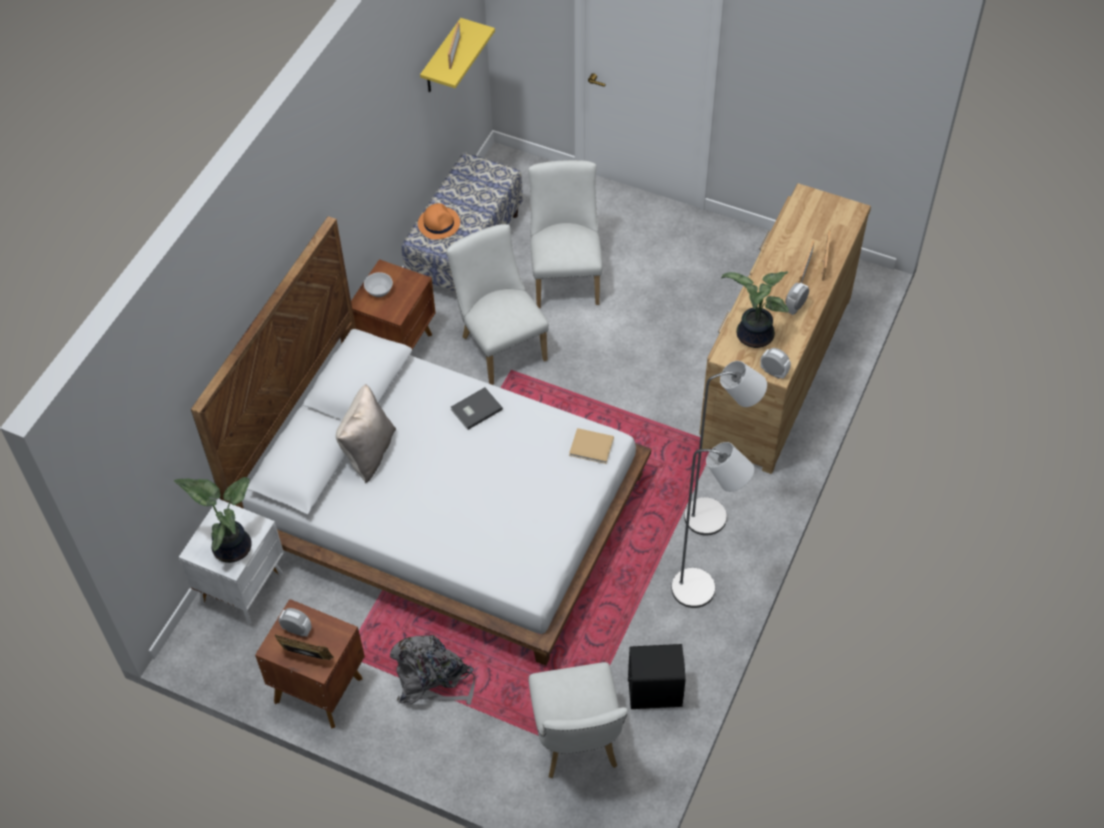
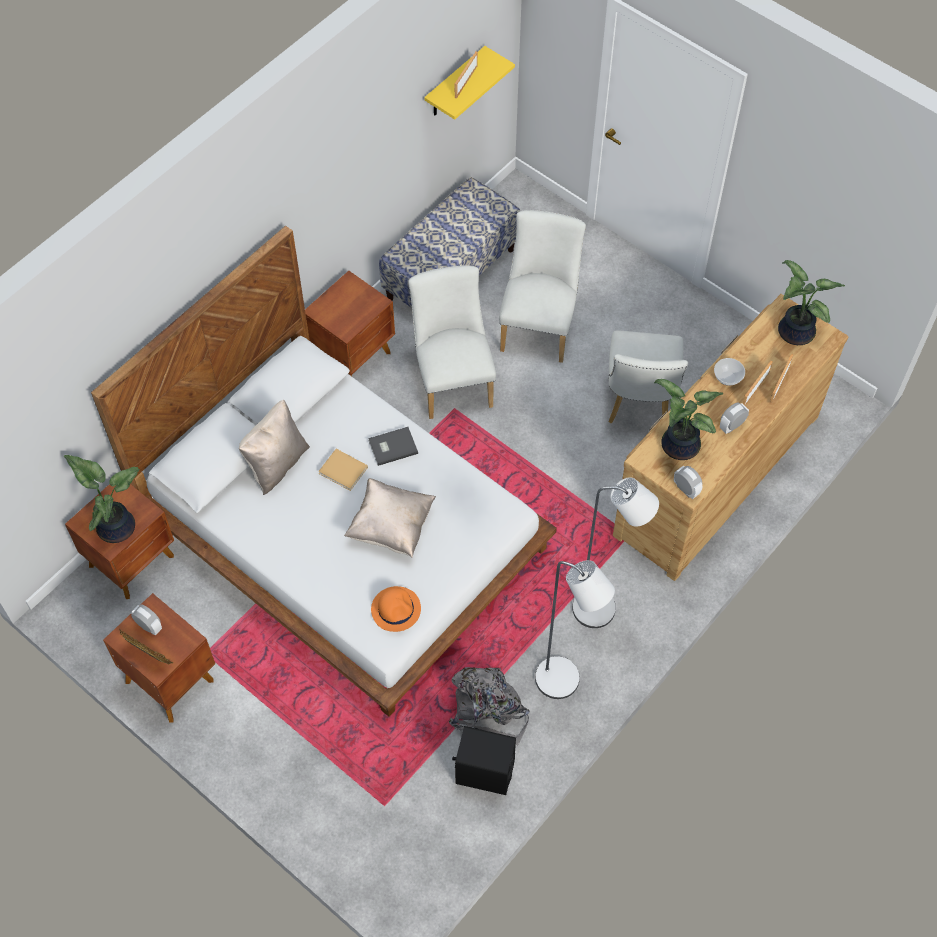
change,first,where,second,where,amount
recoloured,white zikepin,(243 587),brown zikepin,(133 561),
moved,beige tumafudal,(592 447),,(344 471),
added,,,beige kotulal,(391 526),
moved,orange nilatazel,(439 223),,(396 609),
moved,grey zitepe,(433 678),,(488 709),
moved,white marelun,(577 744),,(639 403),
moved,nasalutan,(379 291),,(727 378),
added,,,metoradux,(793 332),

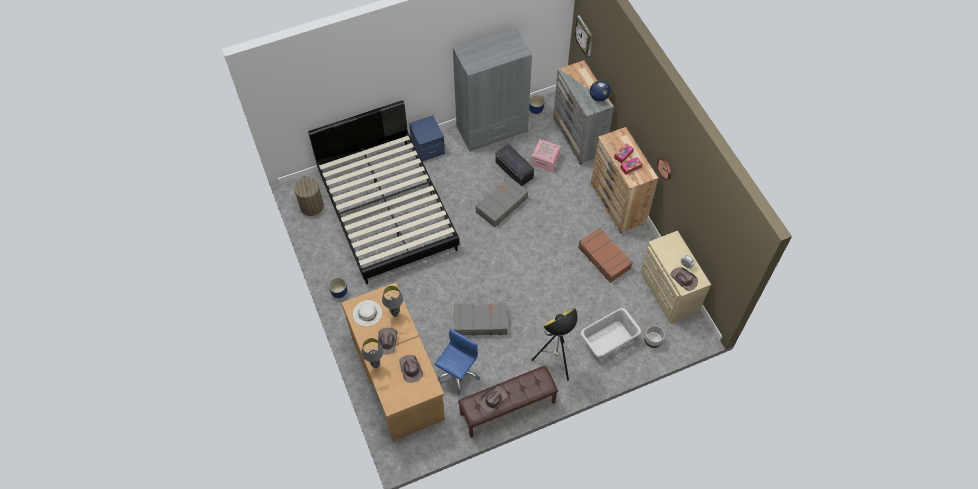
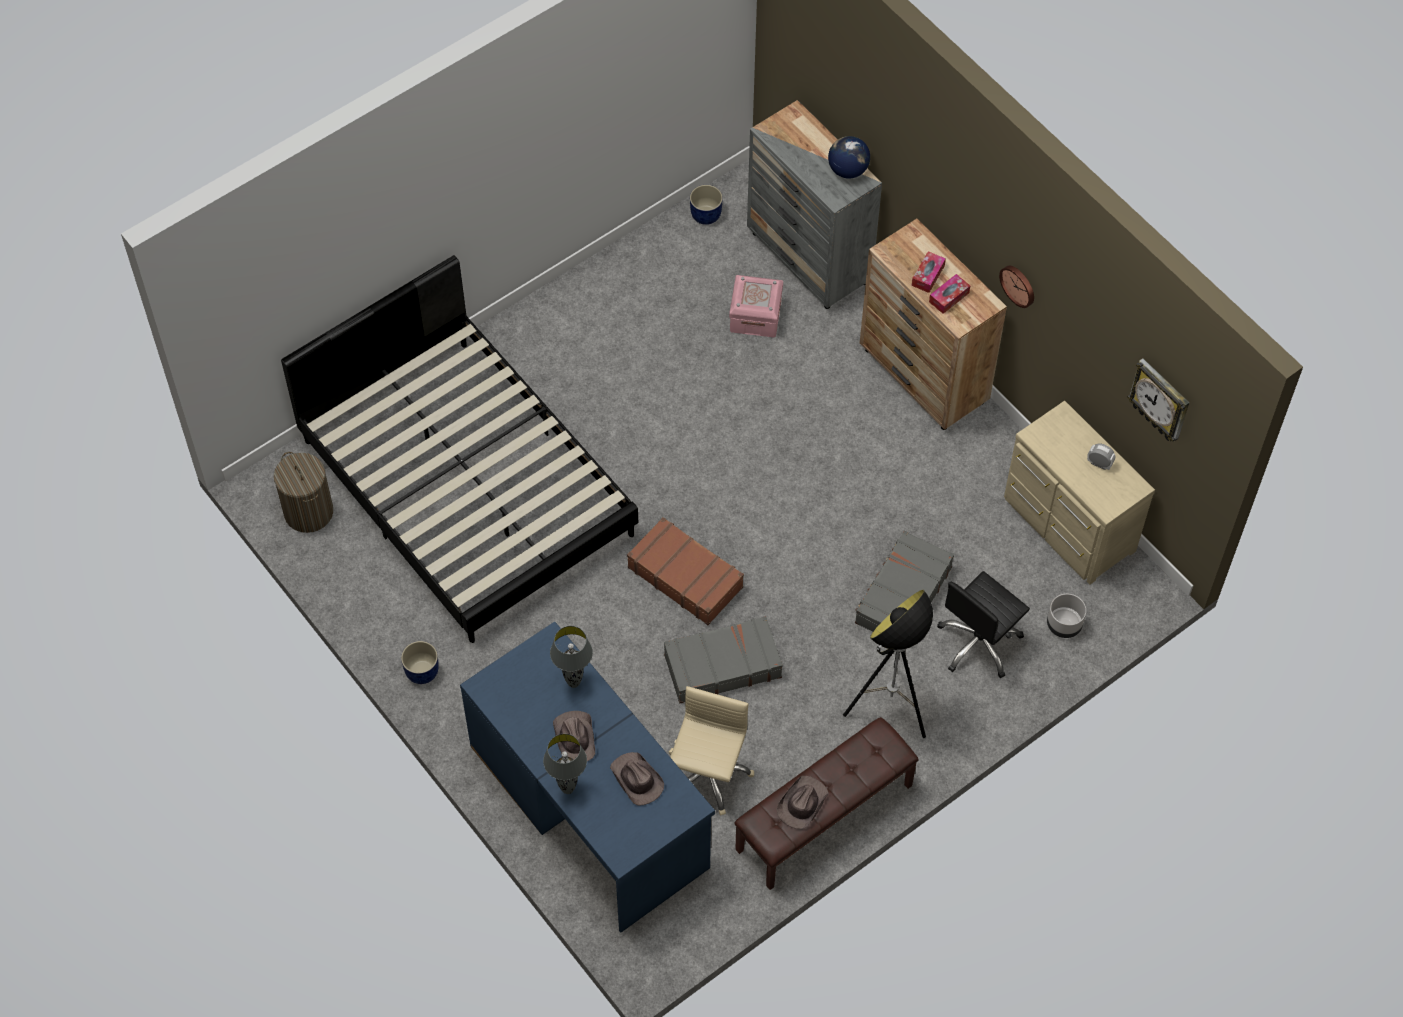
change,first,where,second,where,amount
recoloured,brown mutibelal,(397 374),blue mutibelal,(590 805),
moved,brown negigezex,(604 258),,(685 577),
recoloured,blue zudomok,(457 373),beige zudomok,(707 775),
moved,grey negigezex,(501 205),,(902 595),
replaced,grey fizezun,(608 340),black zudomok,(979 643),
moved,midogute,(584 37),,(1160 400),
removed,white nilatazel,(367 313),,,
removed,blue zikepin,(427 147),,,
removed,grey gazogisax,(492 129),,,
removed,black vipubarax,(514 170),,,
removed,brown nilatazel,(684 279),,,

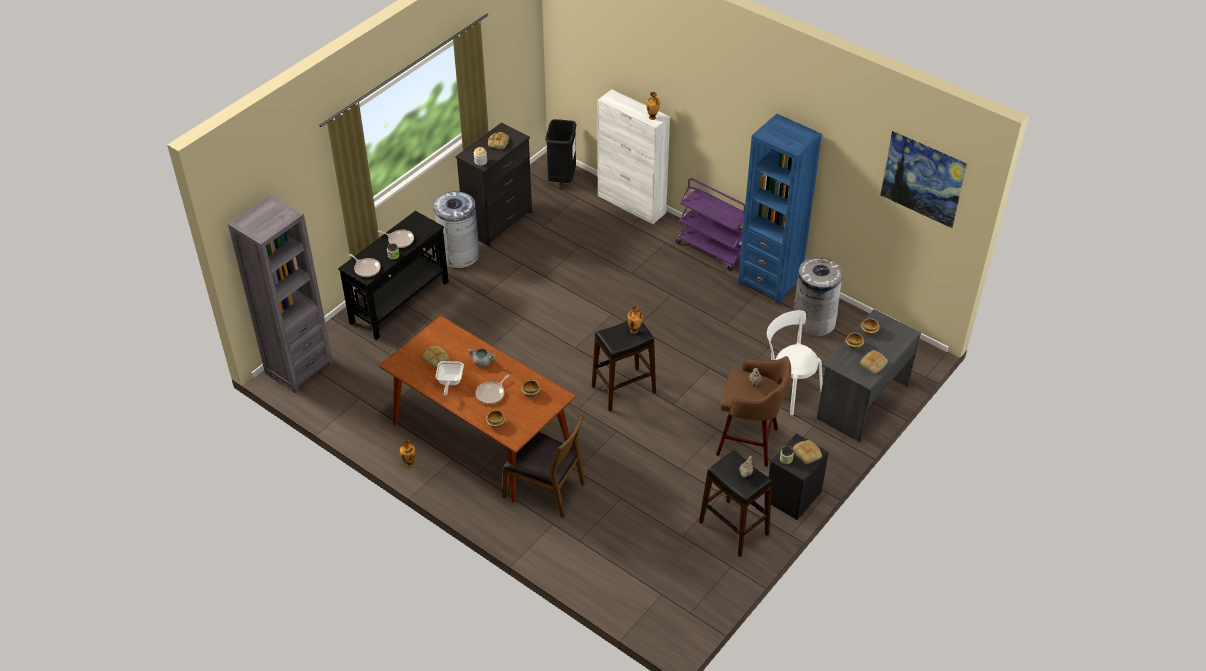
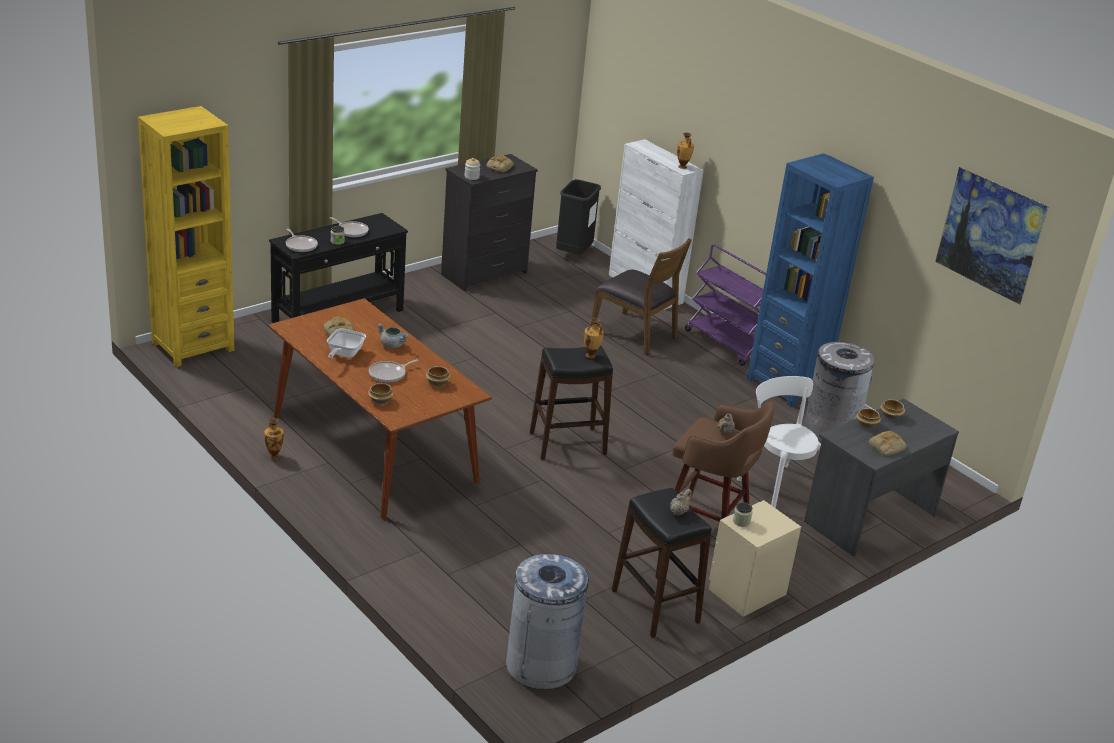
change,first,where,second,where,amount
recoloured,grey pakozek,(299 368),yellow pakozek,(193 346),
moved,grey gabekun,(459 254),,(541 665),
moved,brown marelun,(545 489),,(635 334),
recoloured,black zikepin,(793 496),beige zikepin,(747 592),
removed,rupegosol,(807 453),,,

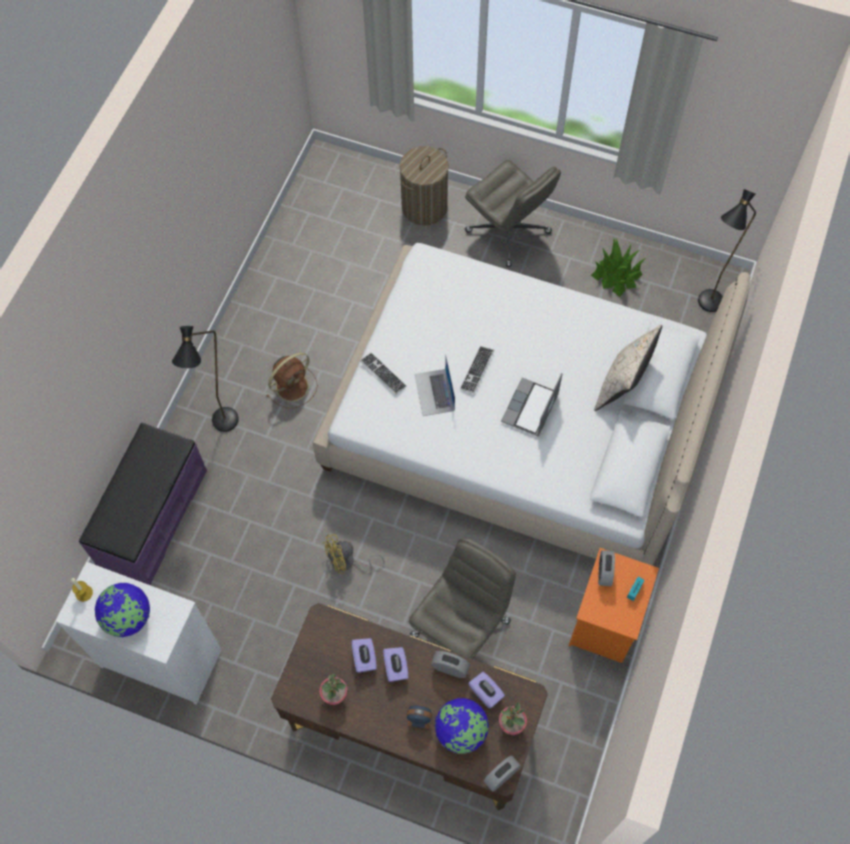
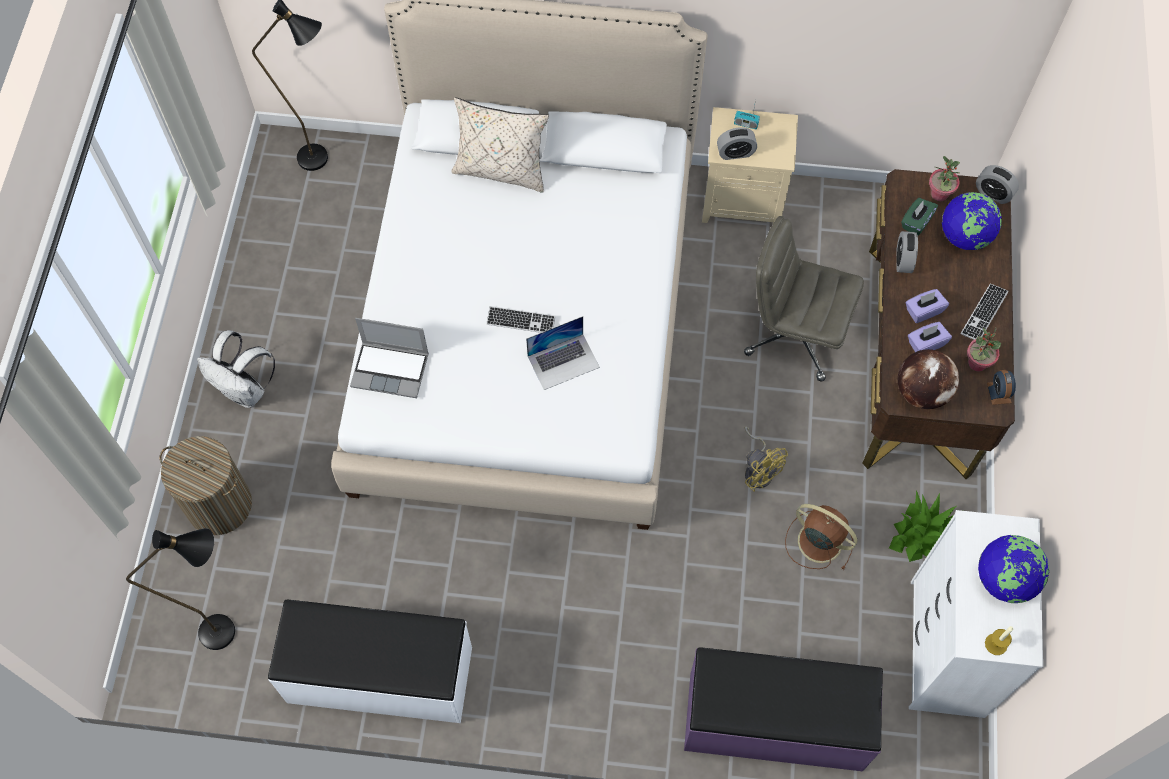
change,first,where,second,where,amount
moved,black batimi,(223 429),,(231 630),
replaced,grey zudomok,(509 232),white zitepe,(245 391),
added,,,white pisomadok,(380 676),
moved,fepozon,(530 409),,(391 369),
recoloured,orange zikepin,(605 624),beige zikepin,(743 200),
moved,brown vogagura,(293 386),,(818 540),
moved,metoradux,(616 274),,(922 535),
added,,,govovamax,(921 392),
recoloured,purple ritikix,(486 693),green ritikix,(916 222),
moved,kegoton,(383 374),,(984 313),
moved,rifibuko,(419 718),,(999 392),

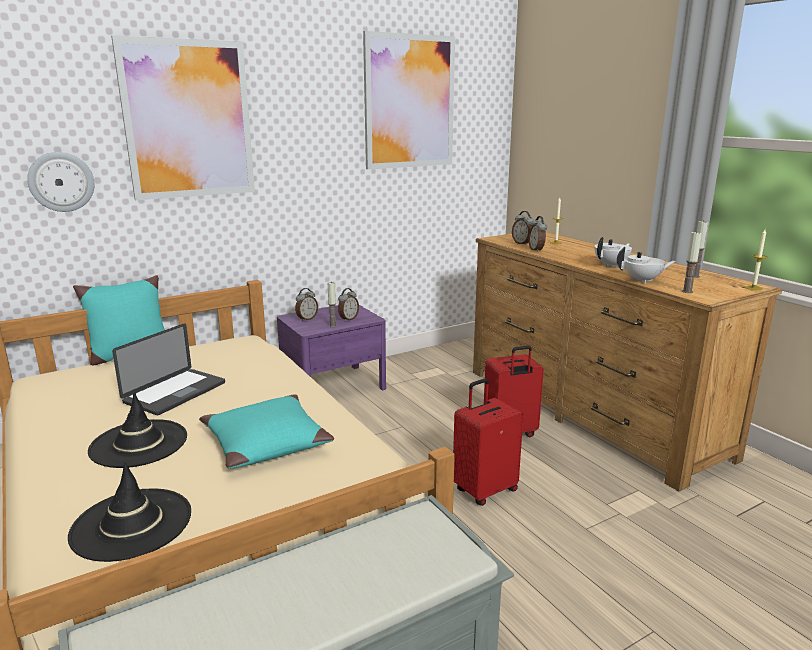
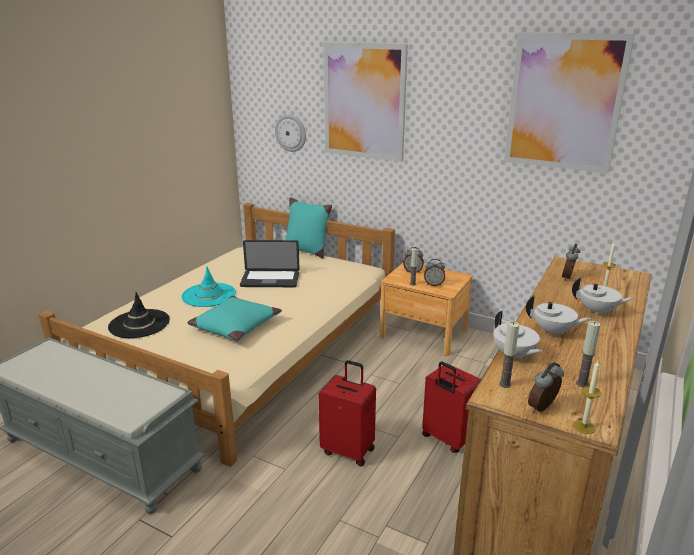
change,first,where,second,where,amount
recoloured,black nilatazel,(139 443),turquoise nilatazel,(209 295),
recoloured,purple zikepin,(333 386),brown zikepin,(423 333),
moved,rifibuko,(537 250),,(543 408),
added,,,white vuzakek,(597 311),

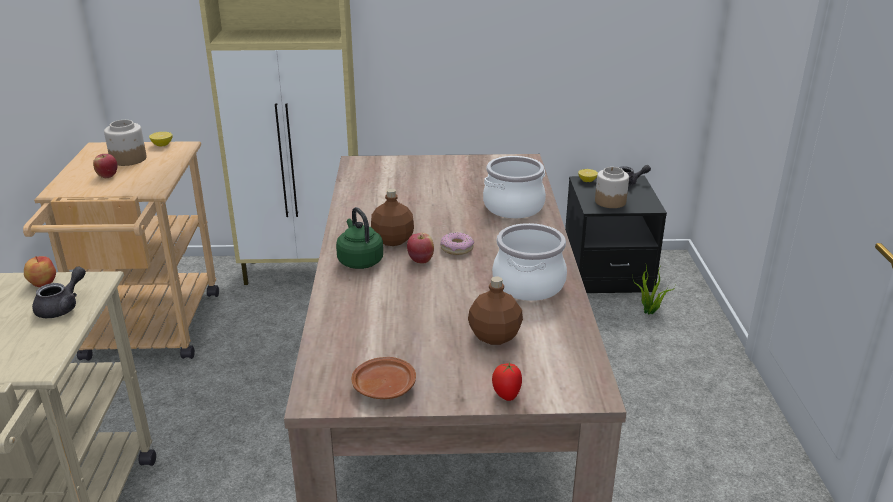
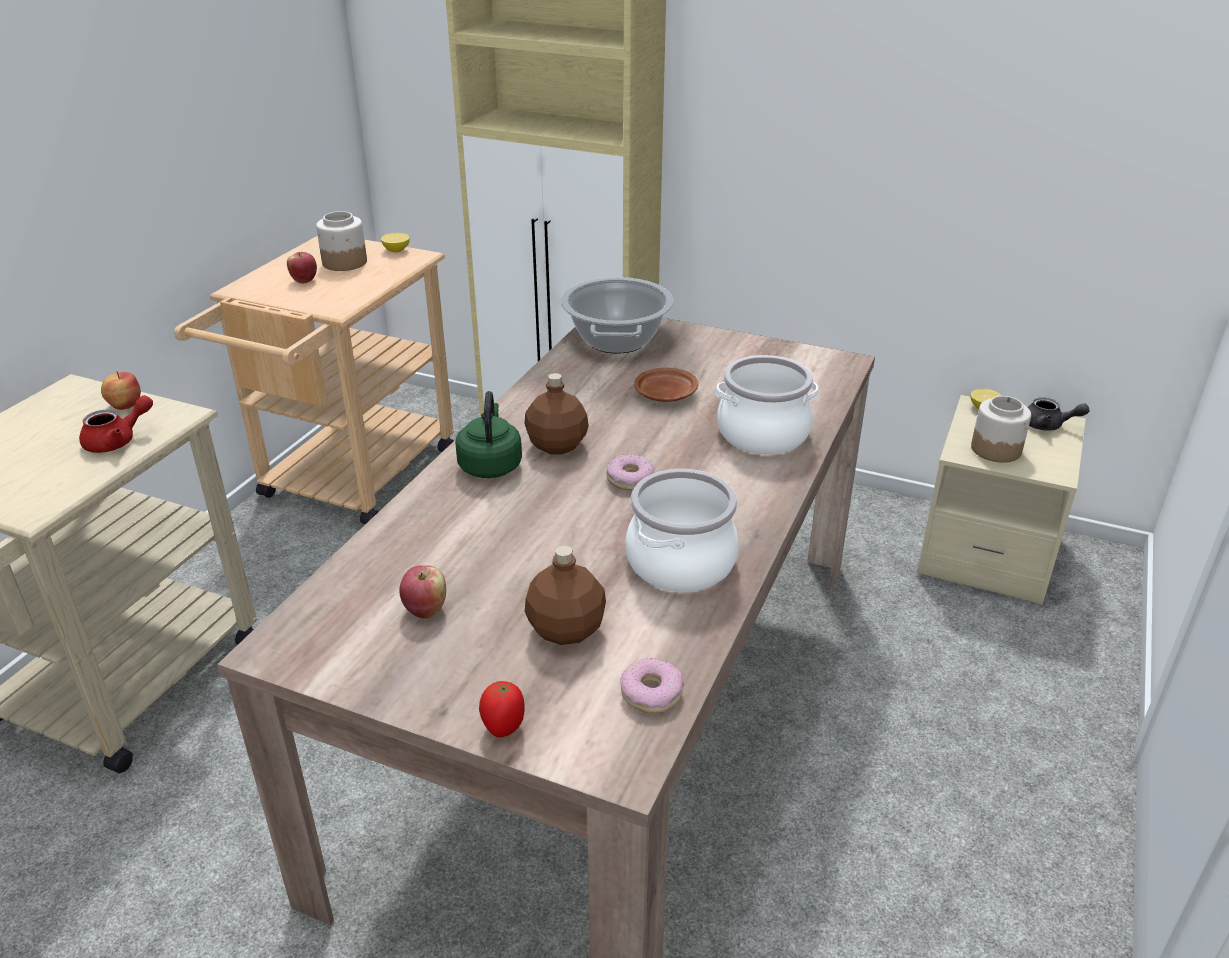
change,first,where,second,where,amount
recoloured,grey vuzakek,(62 307),red vuzakek,(118 441),
moved,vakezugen,(420 260),,(425 610),
added,,,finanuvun,(616 340),
added,,,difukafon,(651 693),
moved,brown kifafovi,(384 387),,(665 394),
recoloured,black zikepin,(607 272),beige zikepin,(986 552),
removed,metoradux,(649 312),,,

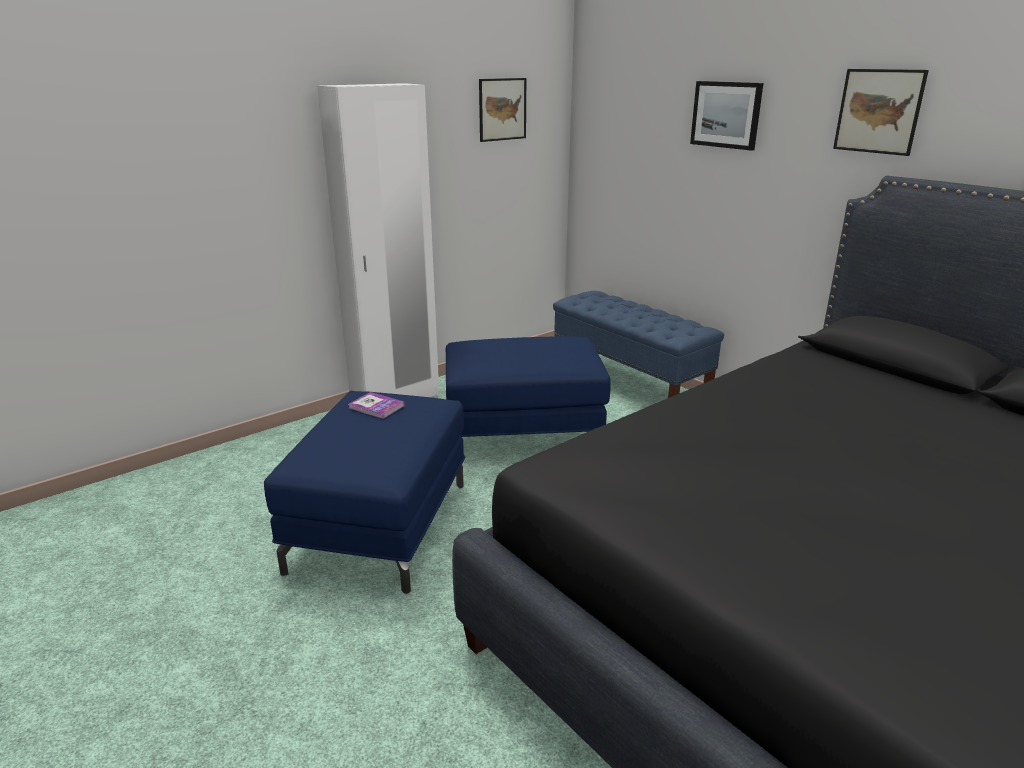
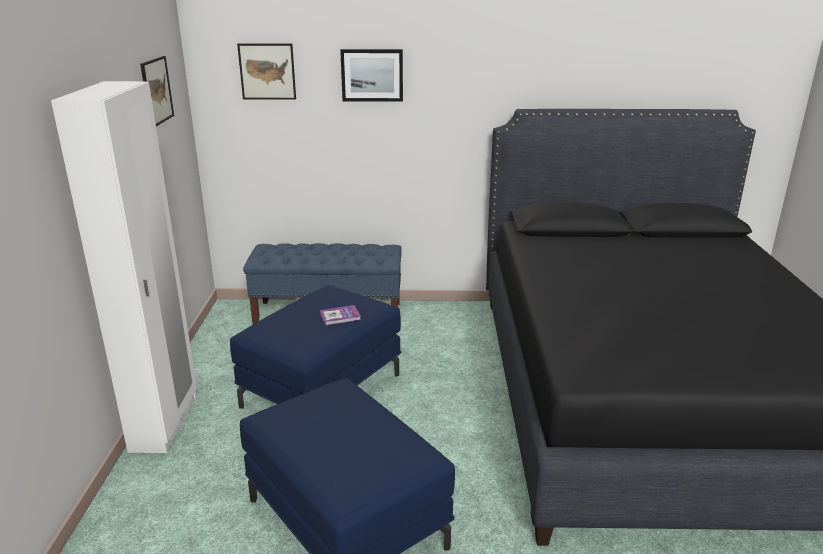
change,first,where,second,where,amount
moved,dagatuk,(879 111),,(267 71),
moved,tumafudal,(376 407),,(340 316),

